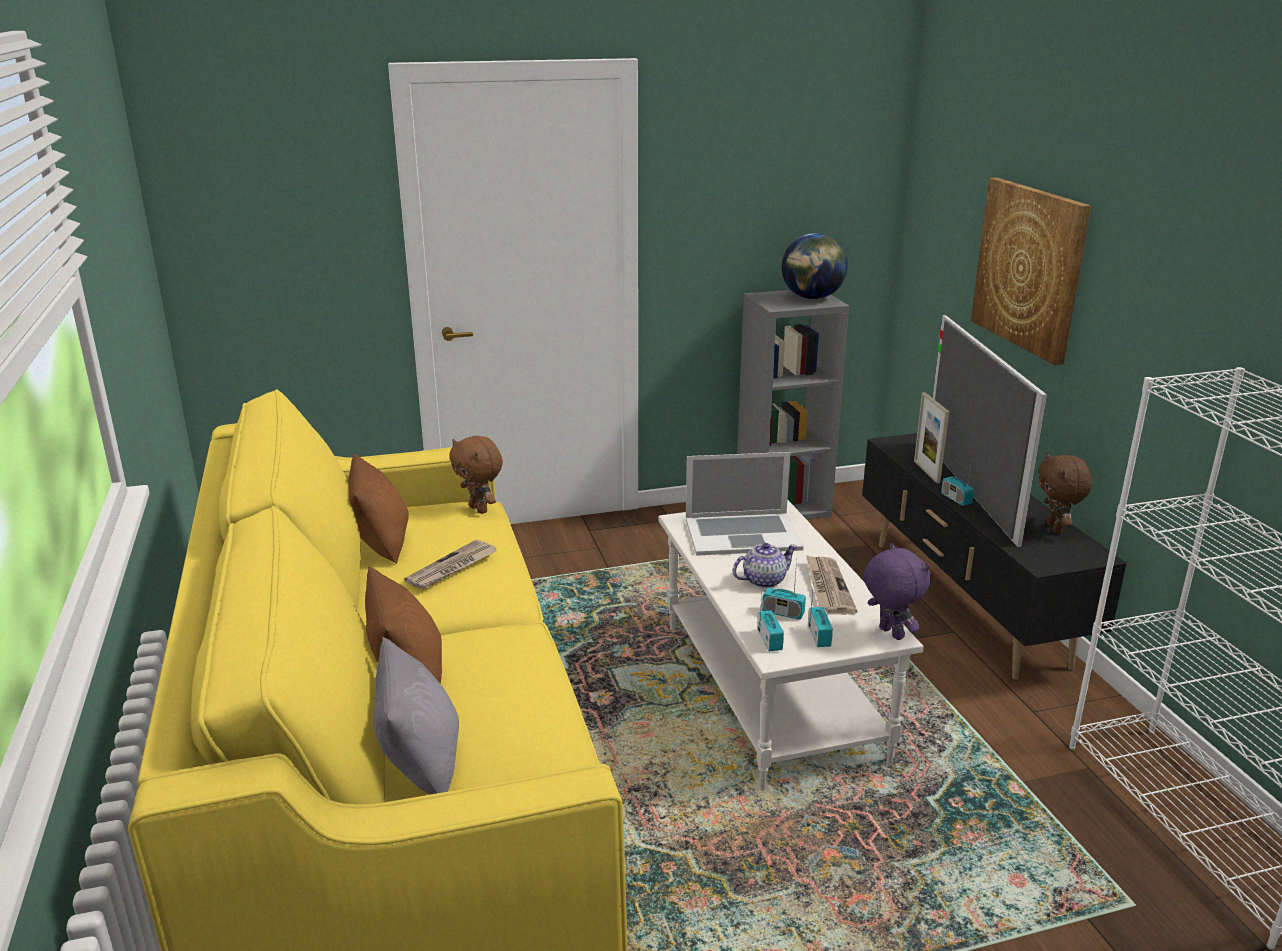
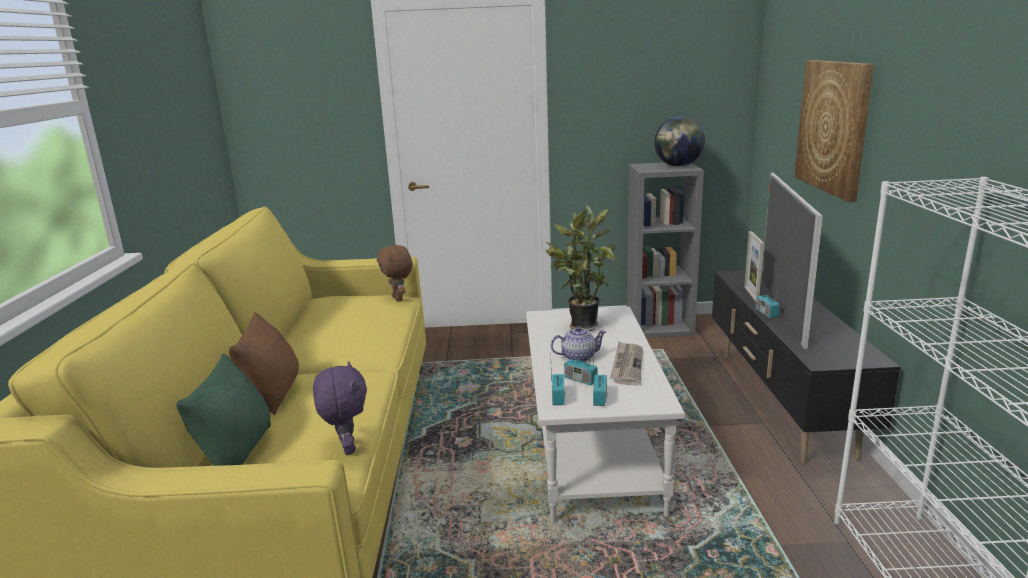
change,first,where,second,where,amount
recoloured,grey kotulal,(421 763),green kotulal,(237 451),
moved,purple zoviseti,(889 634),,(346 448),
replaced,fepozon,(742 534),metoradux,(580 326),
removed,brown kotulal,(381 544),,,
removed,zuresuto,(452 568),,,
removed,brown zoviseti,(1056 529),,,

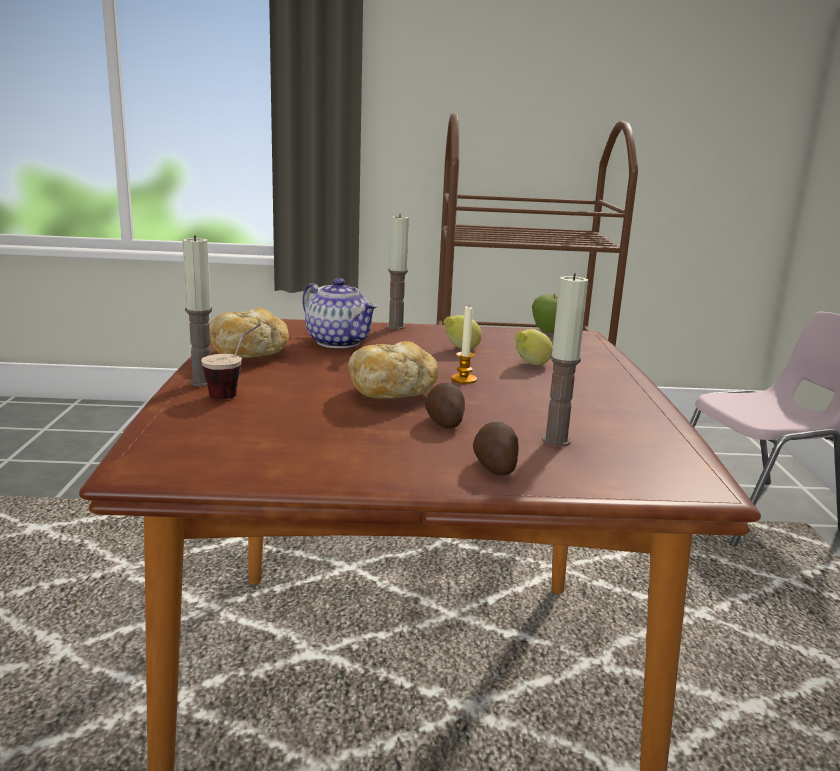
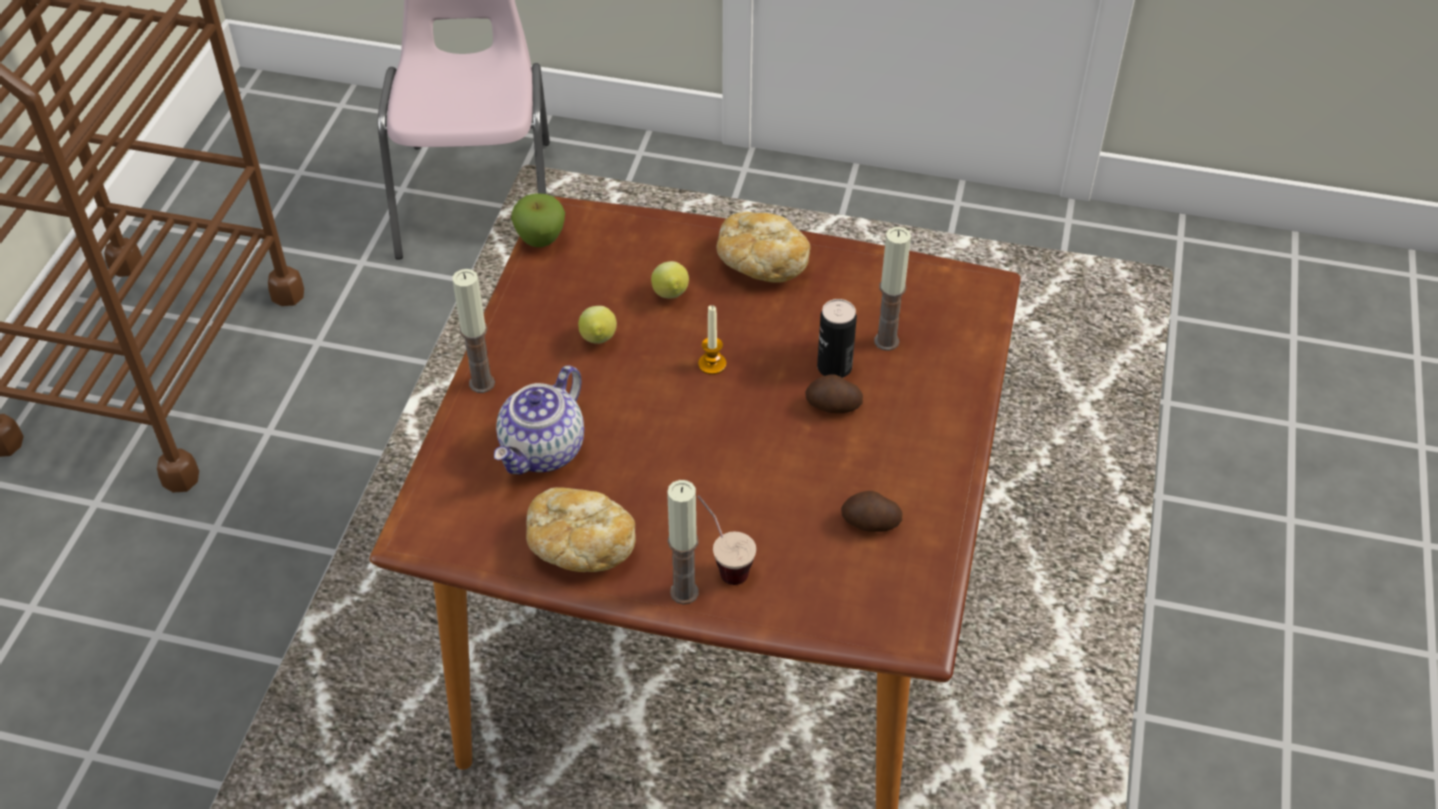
change,first,where,second,where,amount
turned,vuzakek,(339 342),,(543 451),150 degrees clockwise
moved,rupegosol,(393 393),,(761 263),
added,,,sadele,(834 367),
moved,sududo,(494 466),,(870 523),

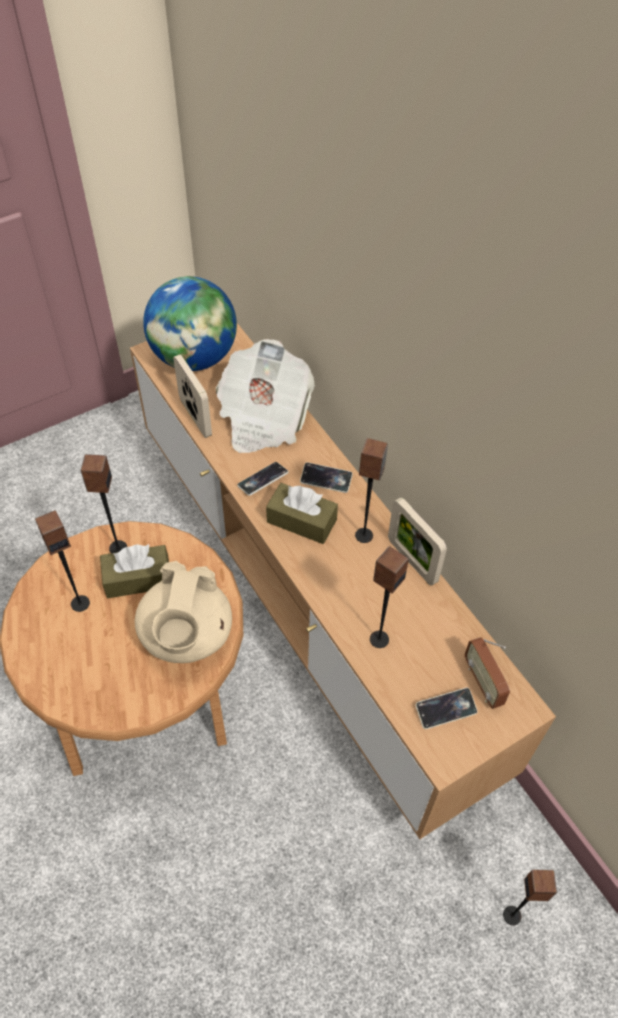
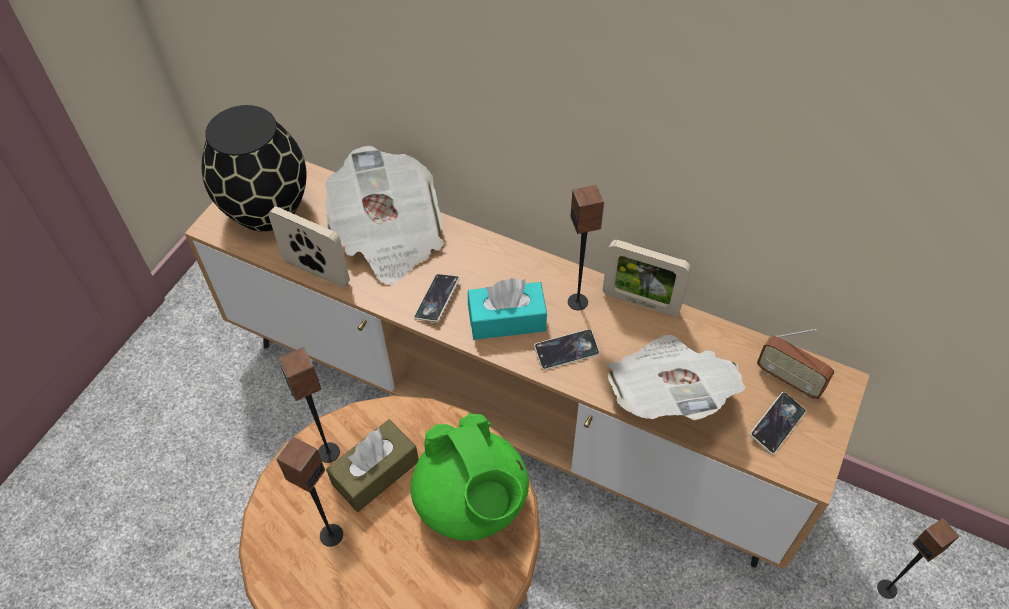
change,first,where,second,where,amount
replaced,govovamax,(194 357),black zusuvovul,(267 210),
recoloured,beige vuzakek,(186 636),green vuzakek,(472 501),
recoloured,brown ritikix,(301 521),turquoise ritikix,(507 320),
moved,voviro,(326 479),,(566 351),
replaced,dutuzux,(379 639),zuresuto,(667 393),

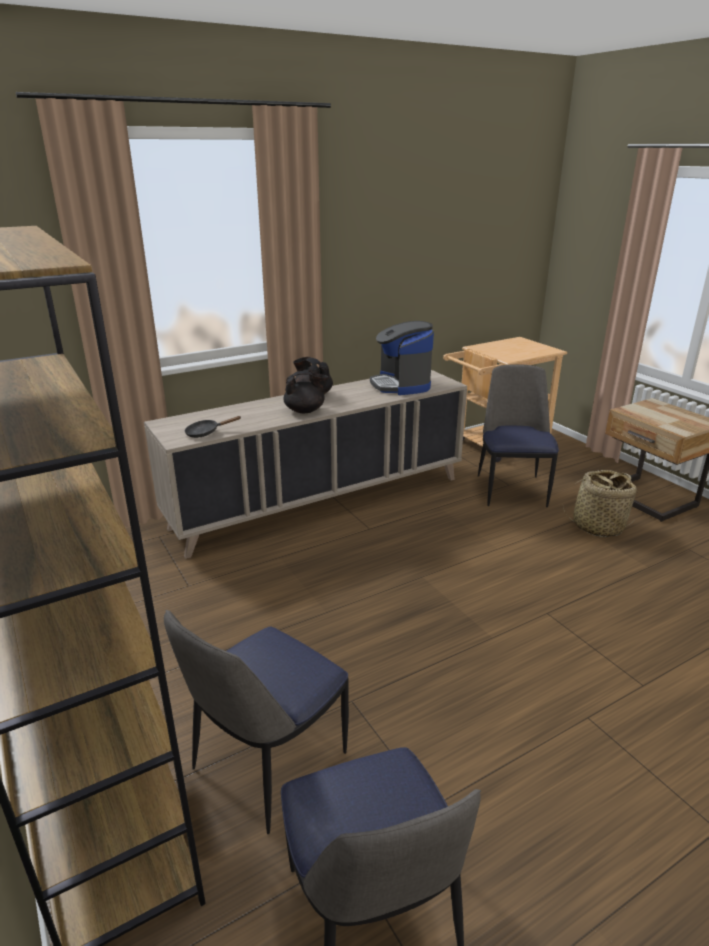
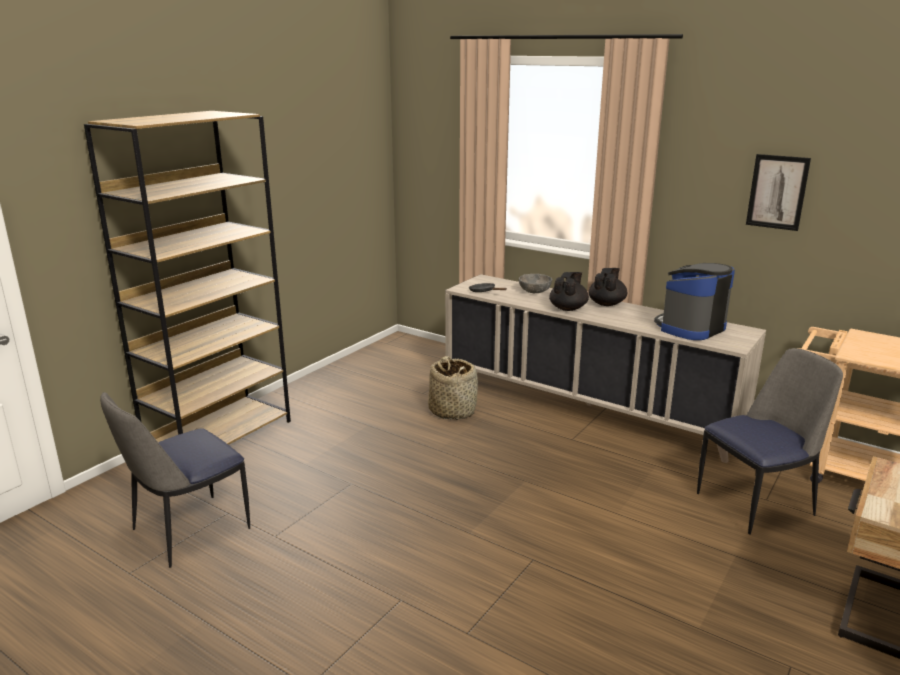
change,first,where,second,where,amount
moved,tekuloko,(597 526),,(452 411),
added,,,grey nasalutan,(534 291),
turned,black vuzakek,(305 411),,(568 308),120 degrees counterclockwise
added,,,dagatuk,(777 192),
removed,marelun,(267 764),,,

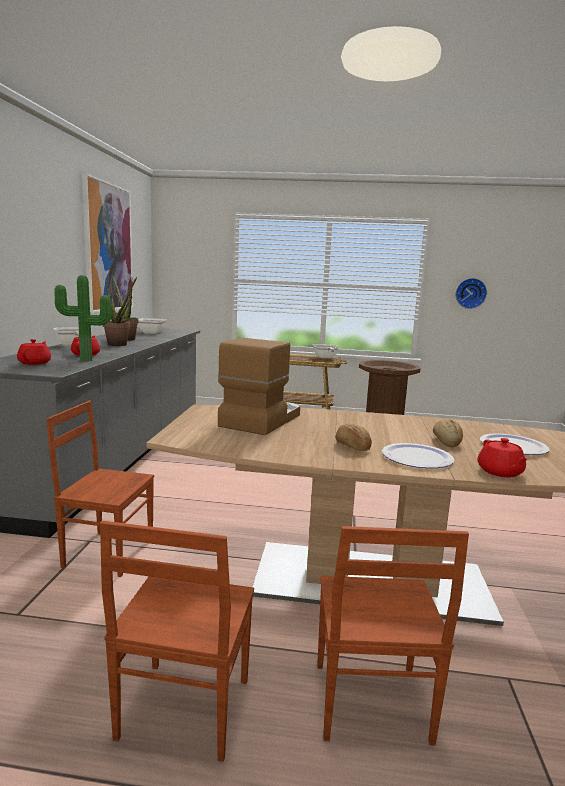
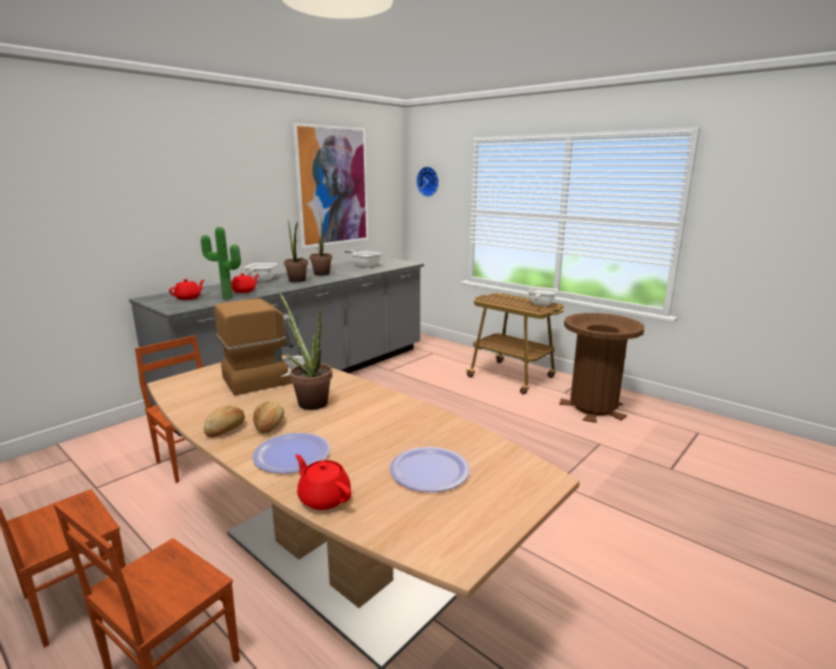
change,first,where,second,where,amount
moved,rupegosol,(446 441),,(226 429),
added,,,metoradux,(309 401),
turned,red vuzakek,(500 472),,(324 498),105 degrees clockwise
moved,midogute,(470 293),,(429 181),

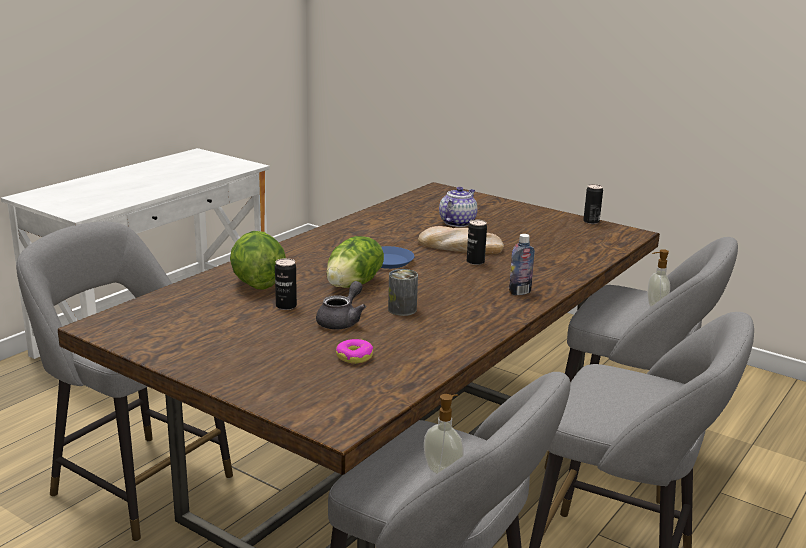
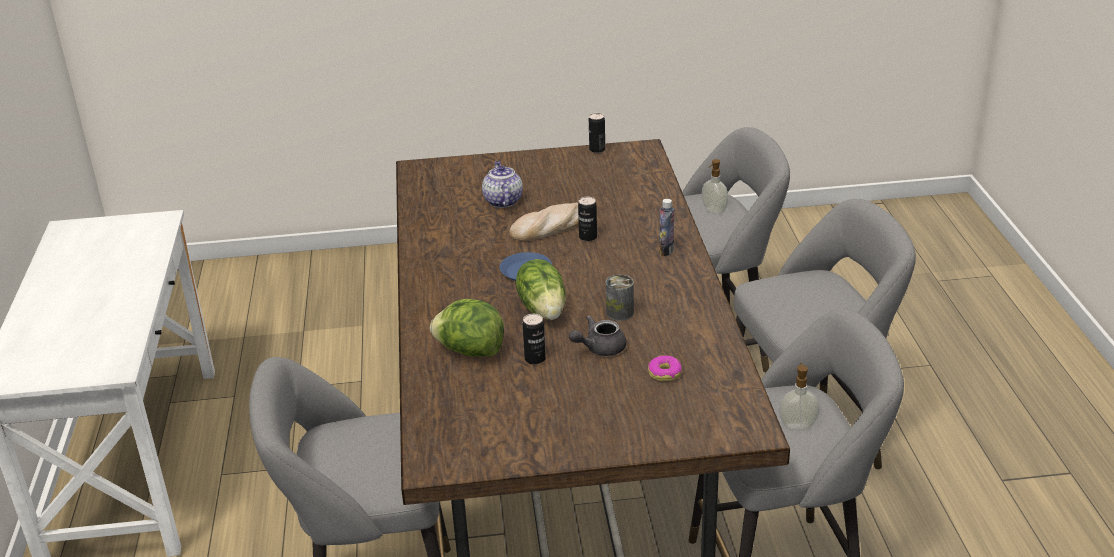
change,first,where,second,where,amount
turned,grey vuzakek,(342 321),,(599 348),105 degrees counterclockwise

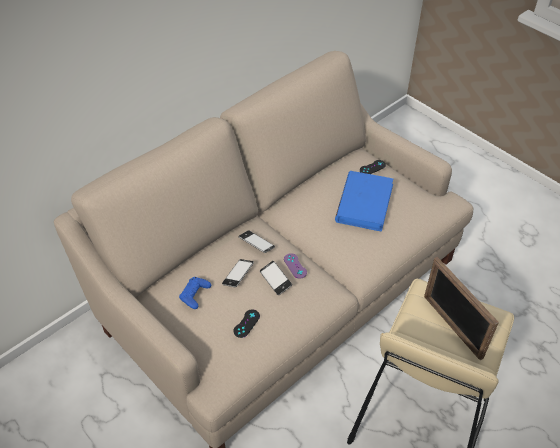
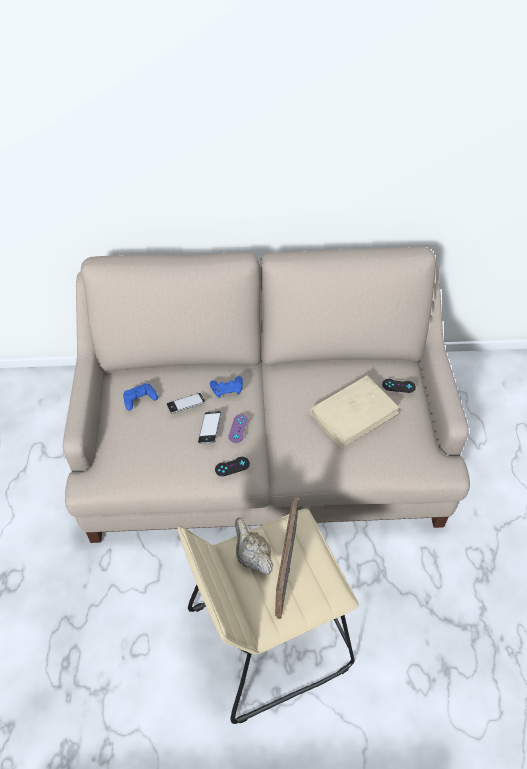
change,first,where,second,where,amount
replaced,voviro,(256 243),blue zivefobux,(227 389),
moved,black zivefobux,(246 323),,(232 466),
added,,,beige vuzakek,(252 556),
recoloured,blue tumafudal,(364 203),beige tumafudal,(354 413),

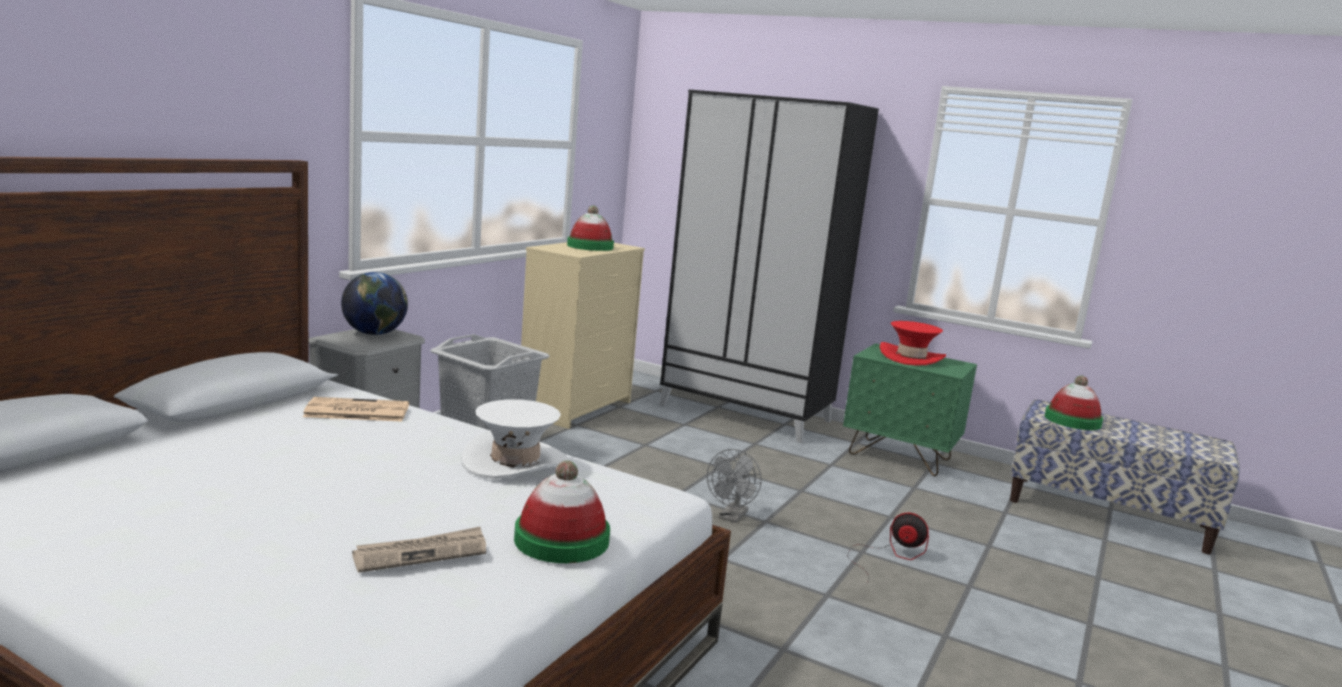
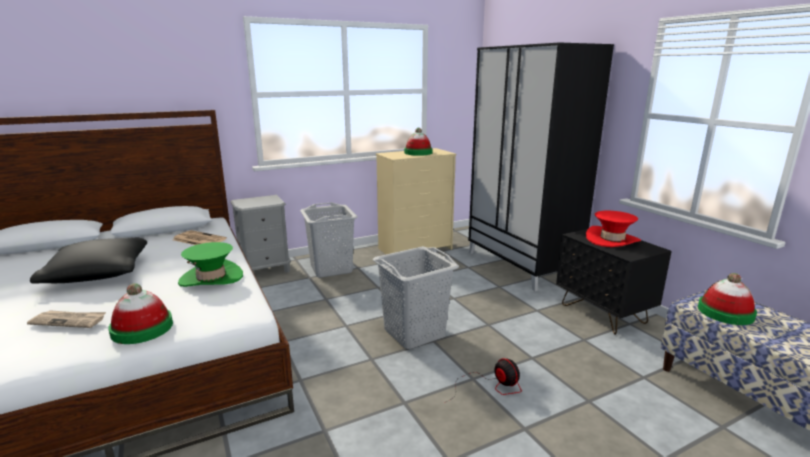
change,first,where,second,where,amount
added,,,black kotulal,(98 273),
recoloured,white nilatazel,(515 462),green nilatazel,(211 278),
replaced,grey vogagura,(731 517),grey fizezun,(415 333),
recoloured,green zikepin,(900 457),black zikepin,(603 314),
removed,govovamax,(374 334),,,

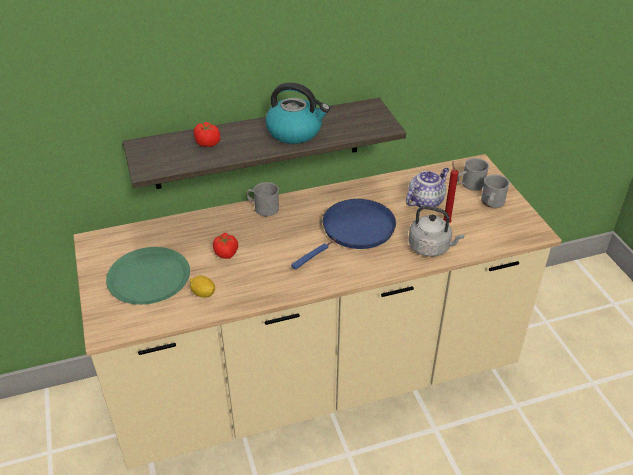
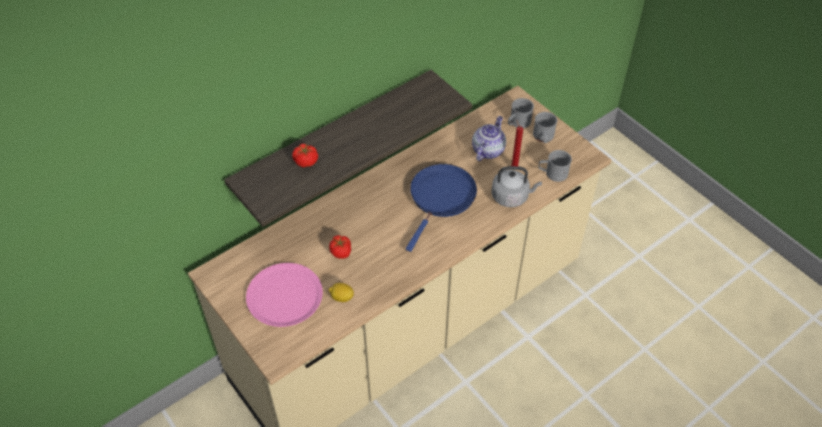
change,first,where,second,where,amount
recoloured,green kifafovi,(148 277),pink kifafovi,(284 295),
moved,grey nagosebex,(263 208),,(553 173),
removed,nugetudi,(295 131),,,

